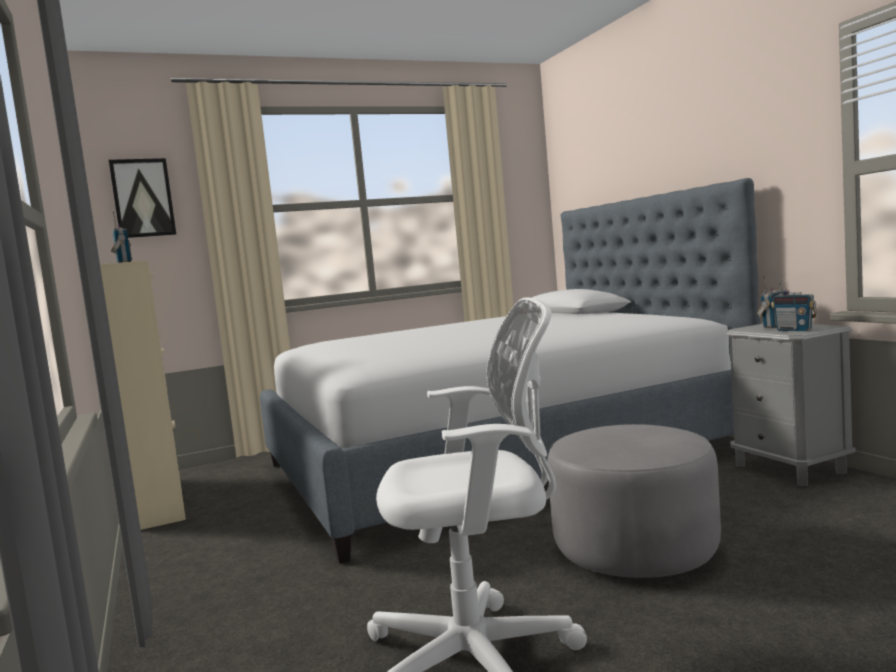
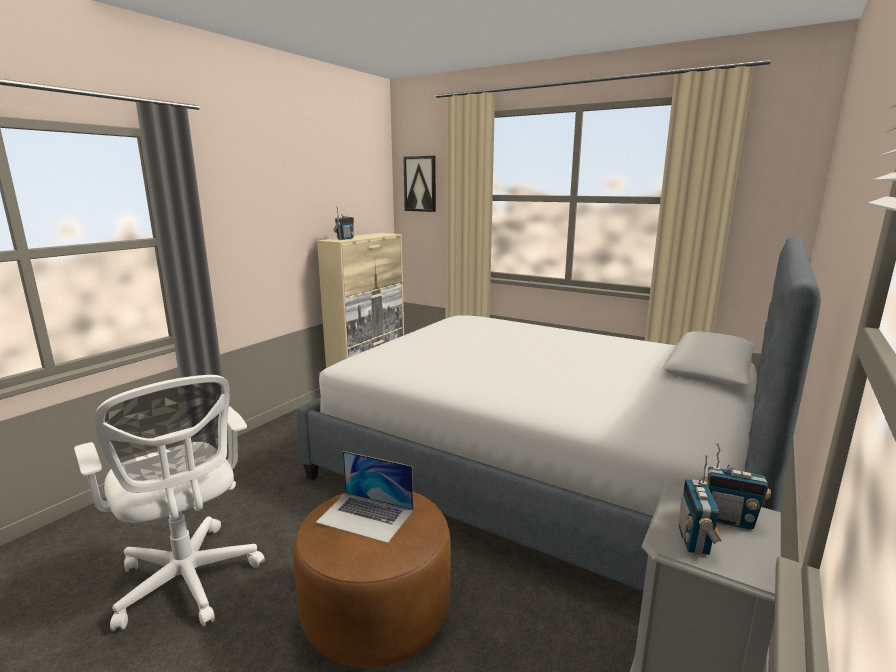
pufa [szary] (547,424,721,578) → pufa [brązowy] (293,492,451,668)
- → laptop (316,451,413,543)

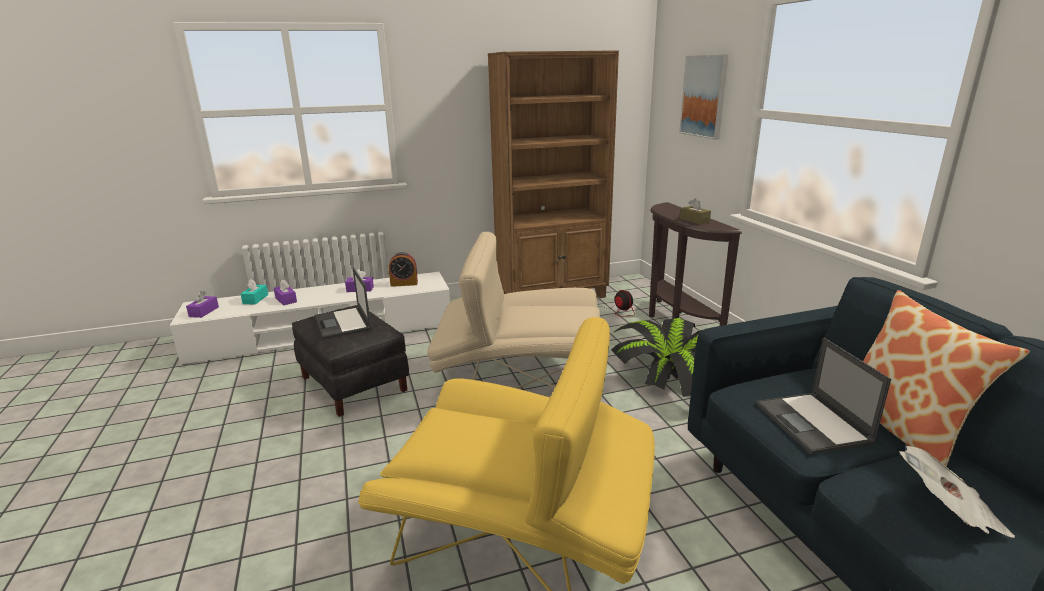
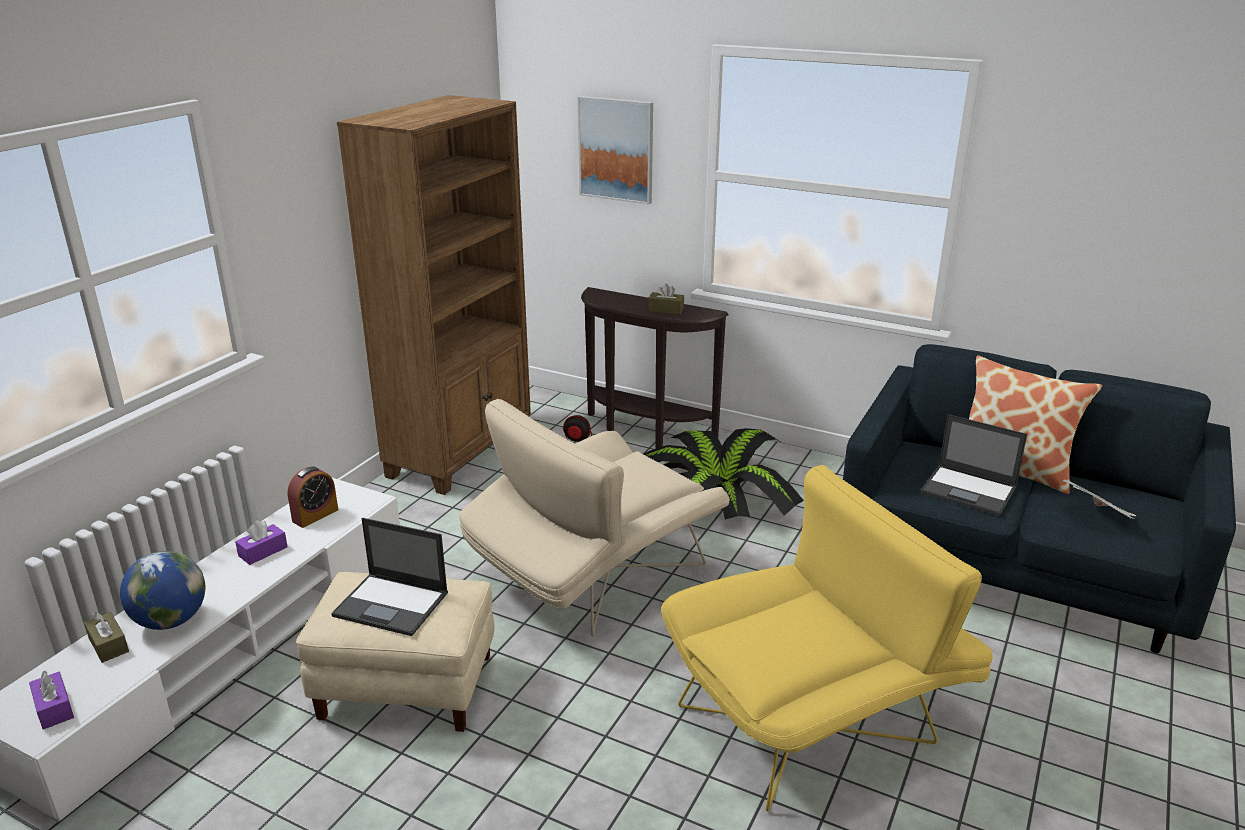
pudełko chusteczek [turkusowy] (241,279,268,304) → pudełko chusteczek [brązowy] (84,612,129,663)
pudełko chusteczek [fioletowy] (274,279,297,306) → globus (120,551,205,630)
pufa [czarny] (292,305,409,417) → pufa [beżowy] (296,572,494,732)

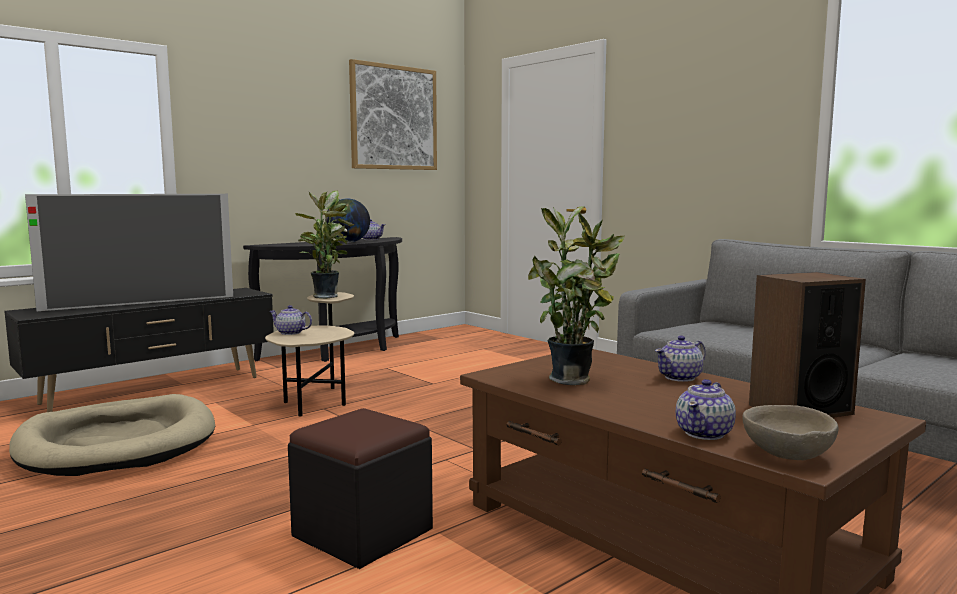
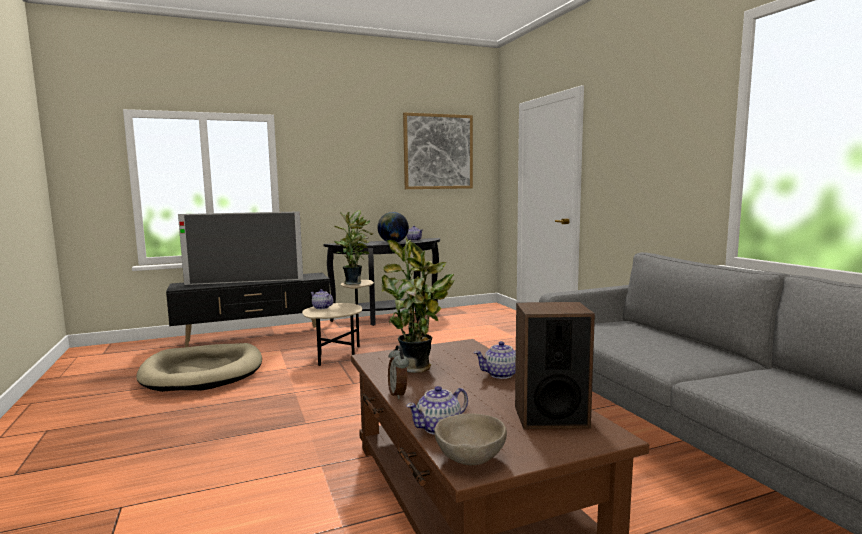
pufa [czarny] (288,408,433,569) → -
- → budzik (388,346,409,399)

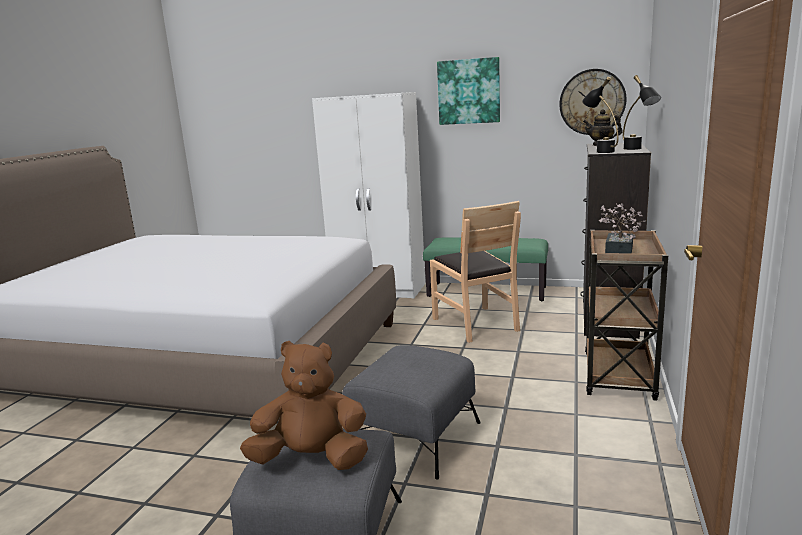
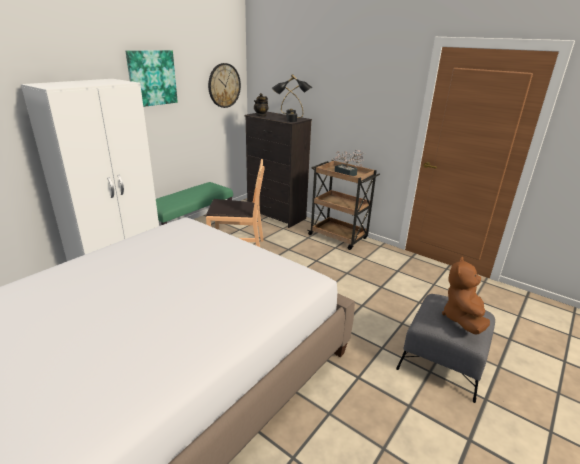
pufa [szary] (342,345,481,480) → -

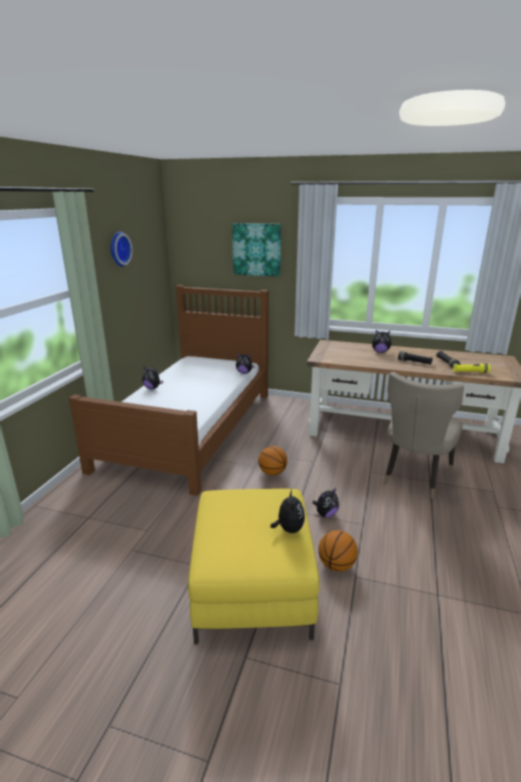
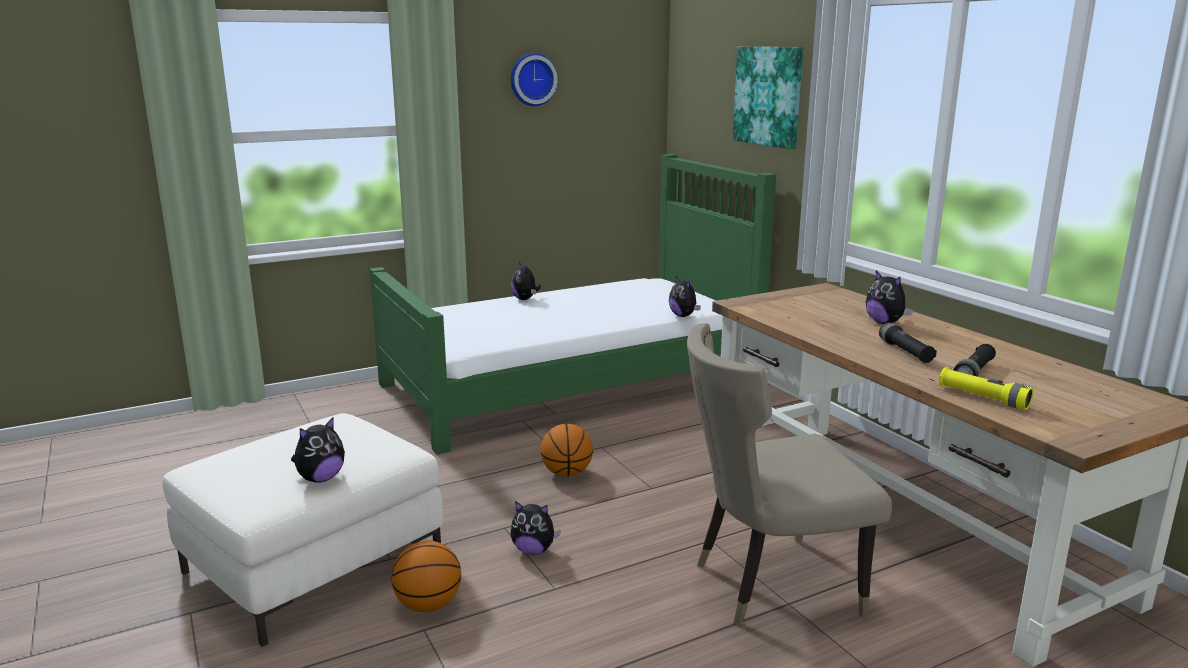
łóżko [brązowy] (69,285,269,496) → łóżko [zielony] (369,154,776,455)
pufa [żółty] (188,489,320,644) → pufa [biały] (163,413,443,647)

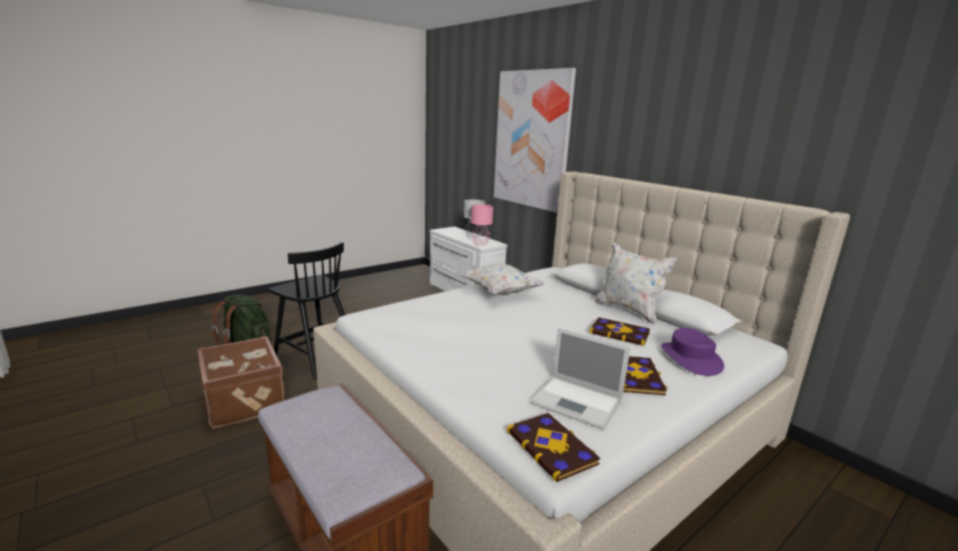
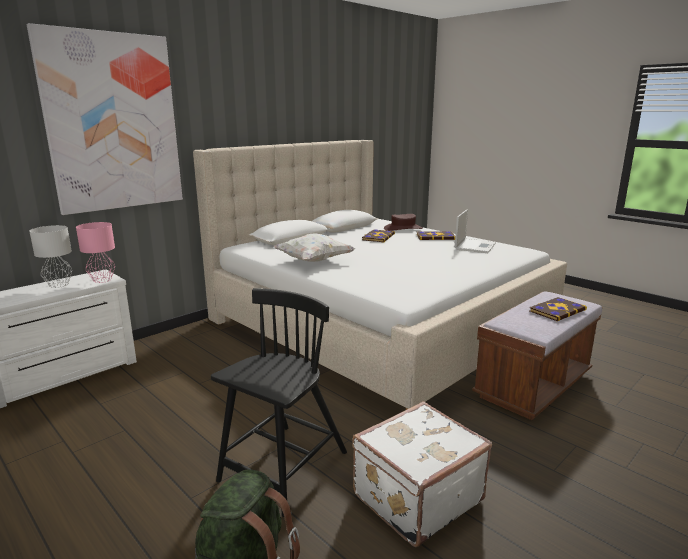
poduszka [biały] (594,243,677,325) → -
kapelusz [fioletowy] (661,328,724,376) → kapelusz [brązowy] (384,214,423,231)
walizka [brązowy] (198,336,285,428) → walizka [biały] (352,401,492,547)
książka (507,413,600,482) → książka (529,297,587,321), shifted

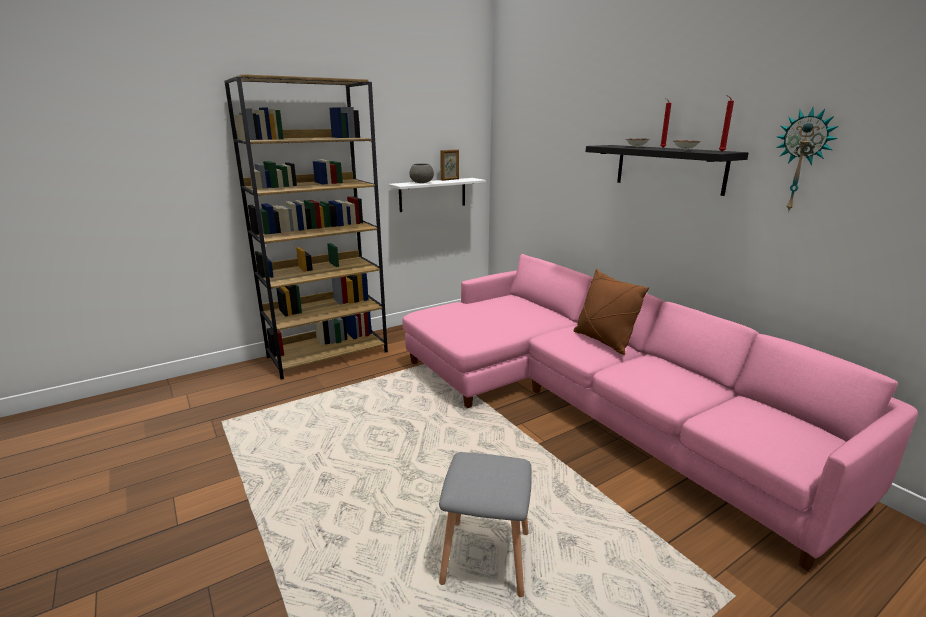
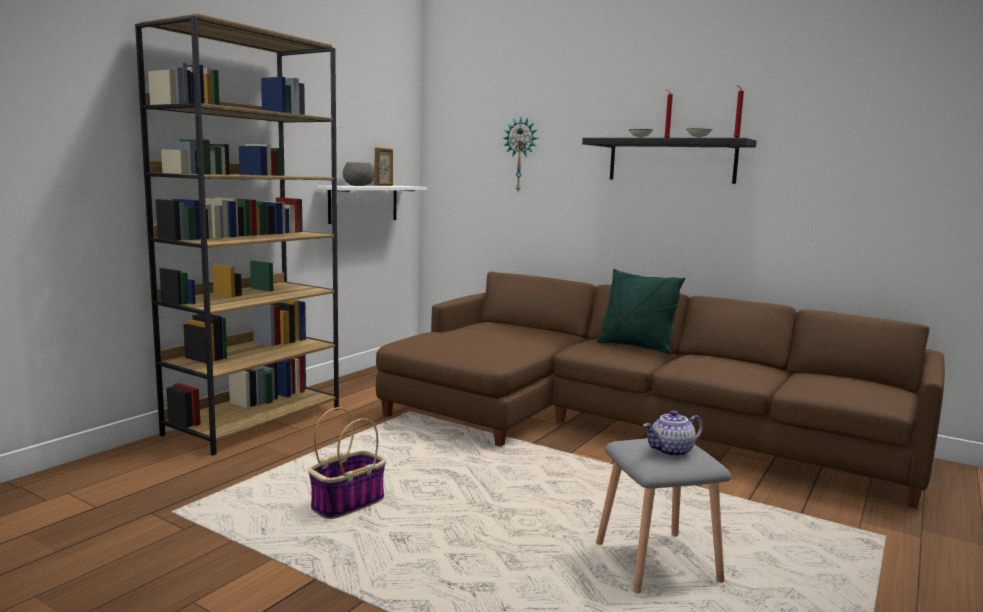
zegar ścienny (776,107,839,213) → zegar ścienny (503,117,538,191), shifted
kanapa [różowy] (403,254,918,571) → kanapa [brązowy] (376,271,945,509)
poduszka [brązowy] (574,269,649,355) → poduszka [zielony] (597,269,685,354)
- → koszyk (308,407,386,519)
- → imbryk (643,410,703,457)

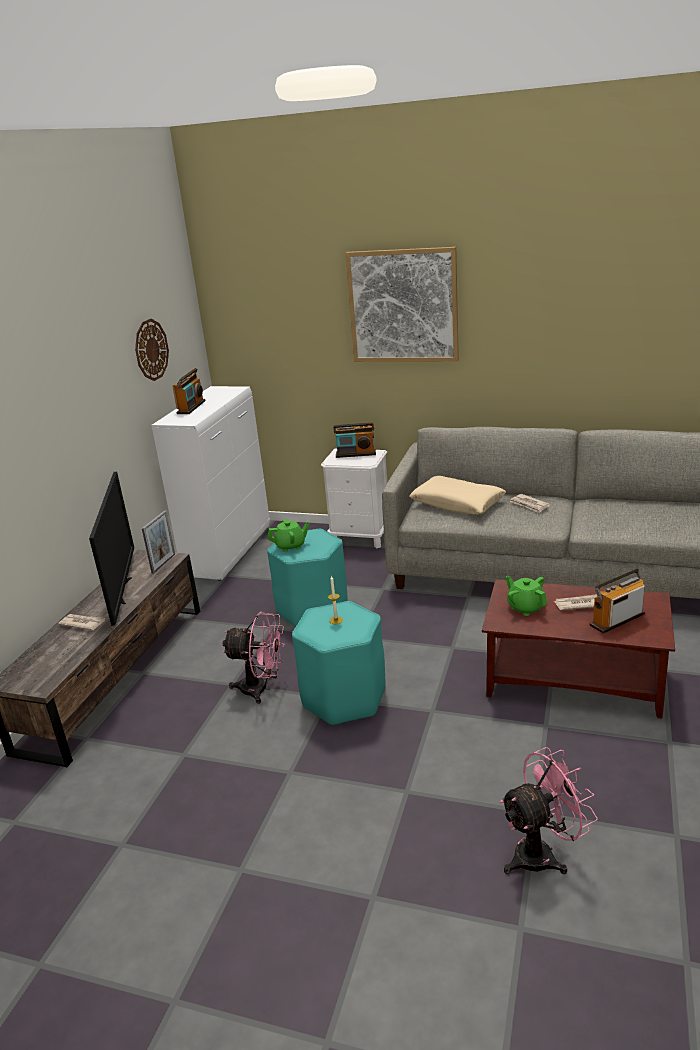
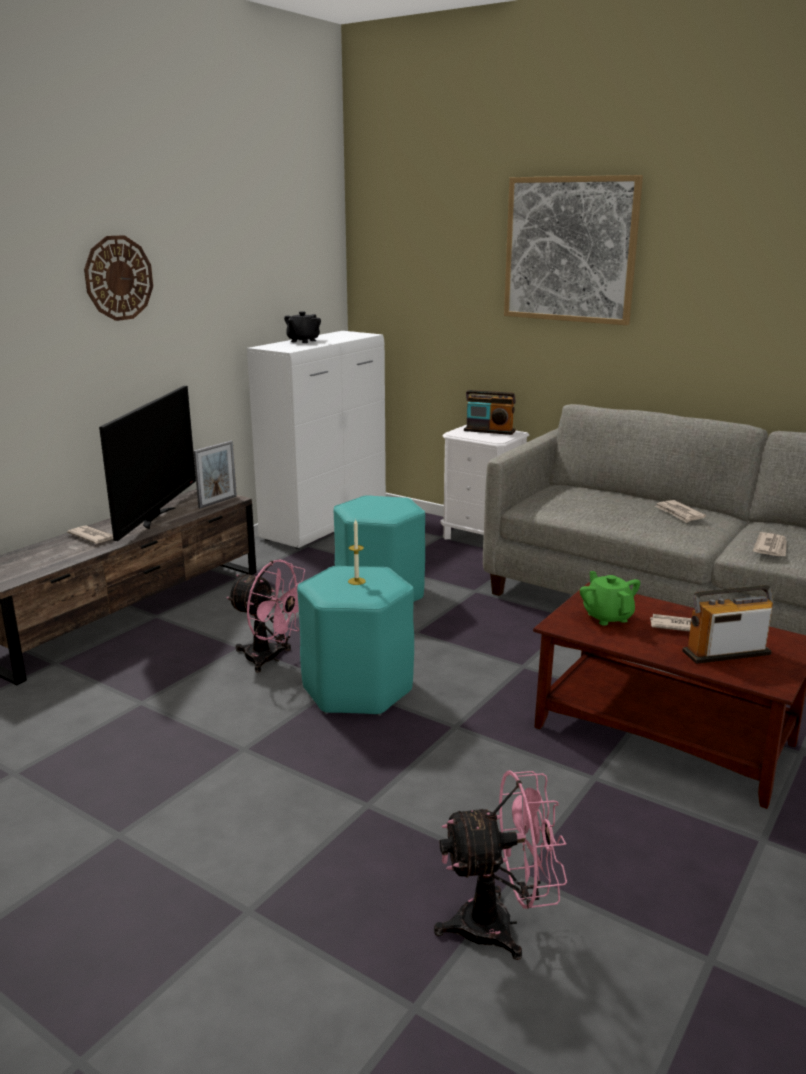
zegar ścienny (135,319,169,381) → zegar ścienny (84,235,153,321), shifted
radio (172,368,205,414) → imbryk [czarny] (284,311,321,343)
poduszka [beżowy] (409,476,506,515) → -
imbryk [zielony] (268,519,310,552) → -
- → gazeta (753,532,786,556)

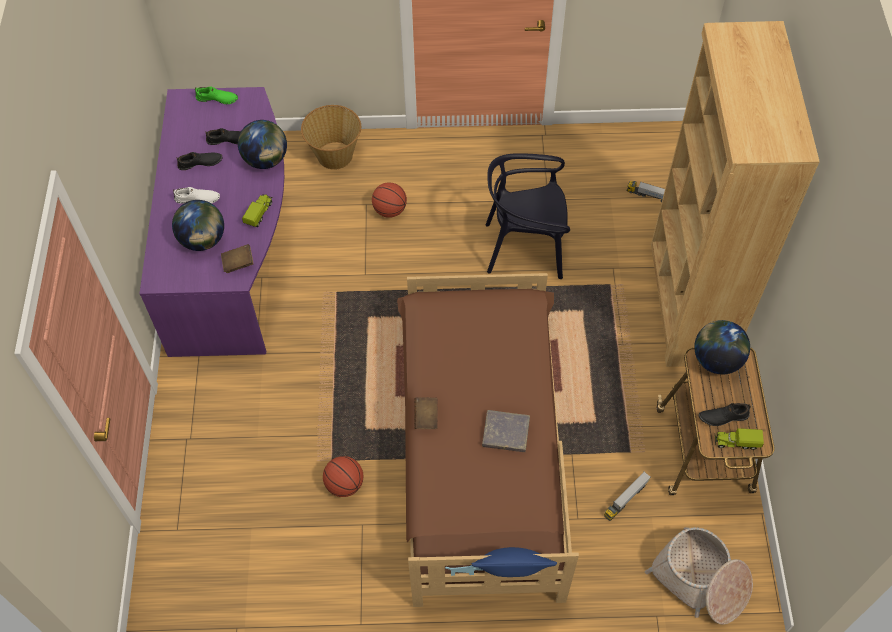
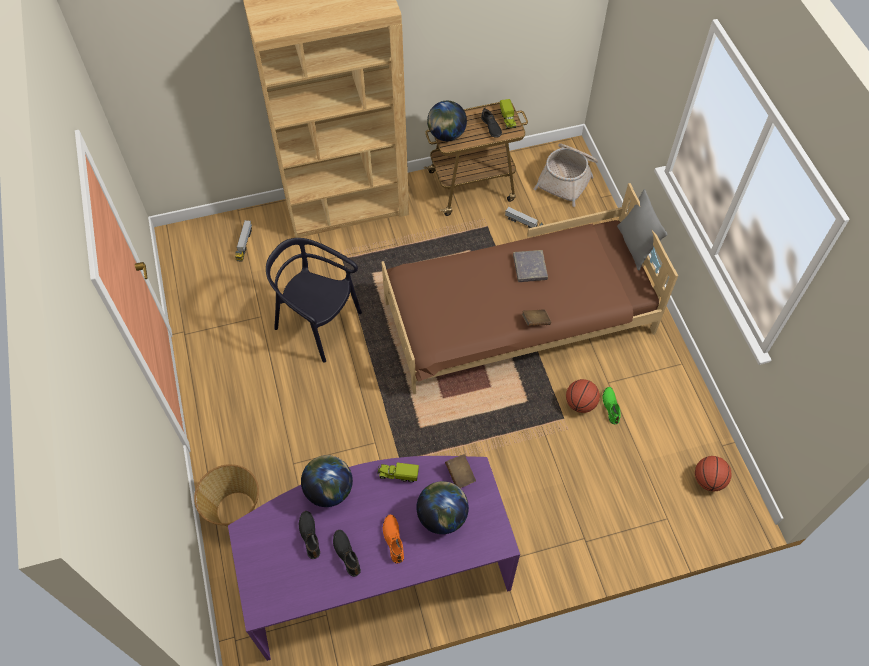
but [zielony] (195,86,238,104) → but [zielony] (603,387,621,424), shifted
krzesło [czarny] (486,153,570,279) → krzesło [czarny] (266,238,362,363), 135 degrees clockwise
piłka do koszykówki (372,182,407,218) → piłka do koszykówki (695,456,732,491), shifted
but [biały] (173,187,220,203) → but [pomarańczowy] (383,514,404,564)
poduszka [niebieski] (472,547,557,577) → poduszka [szary] (617,189,667,271)

